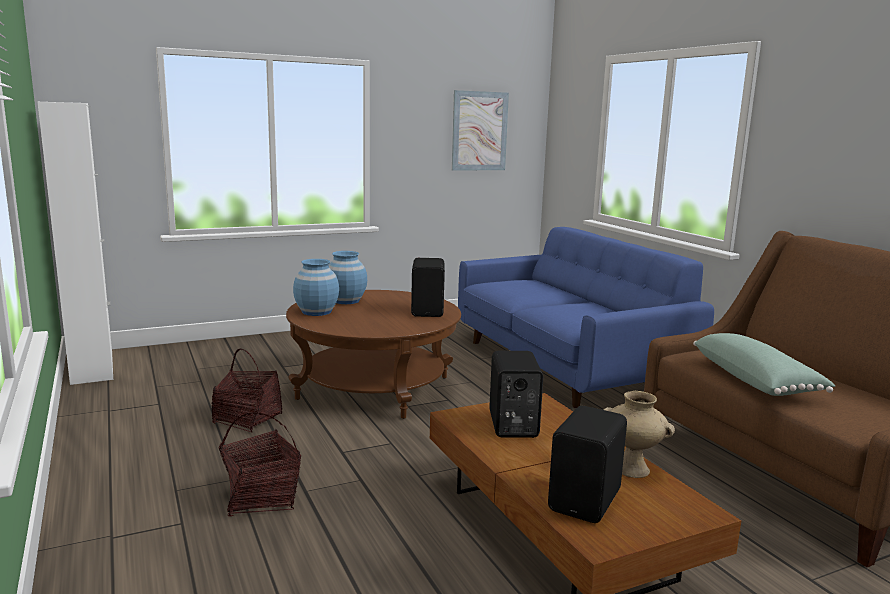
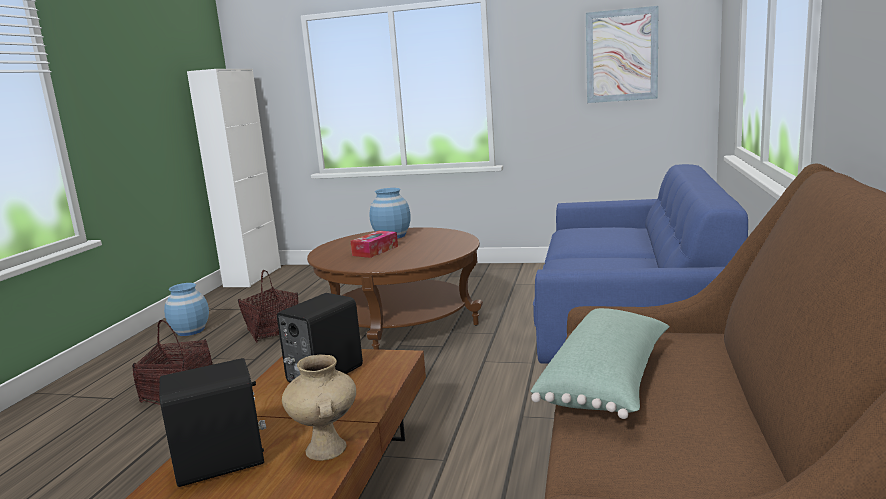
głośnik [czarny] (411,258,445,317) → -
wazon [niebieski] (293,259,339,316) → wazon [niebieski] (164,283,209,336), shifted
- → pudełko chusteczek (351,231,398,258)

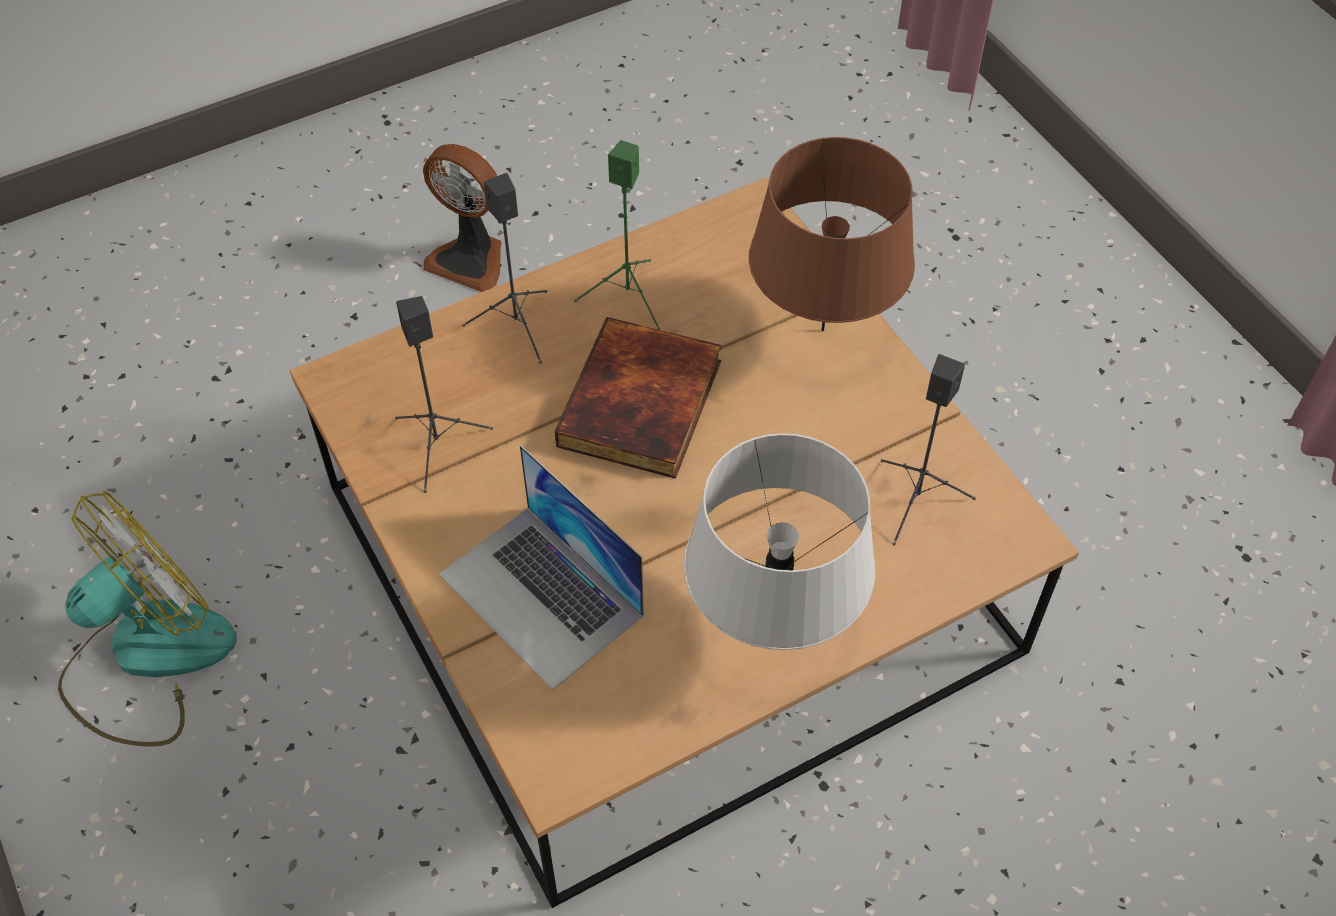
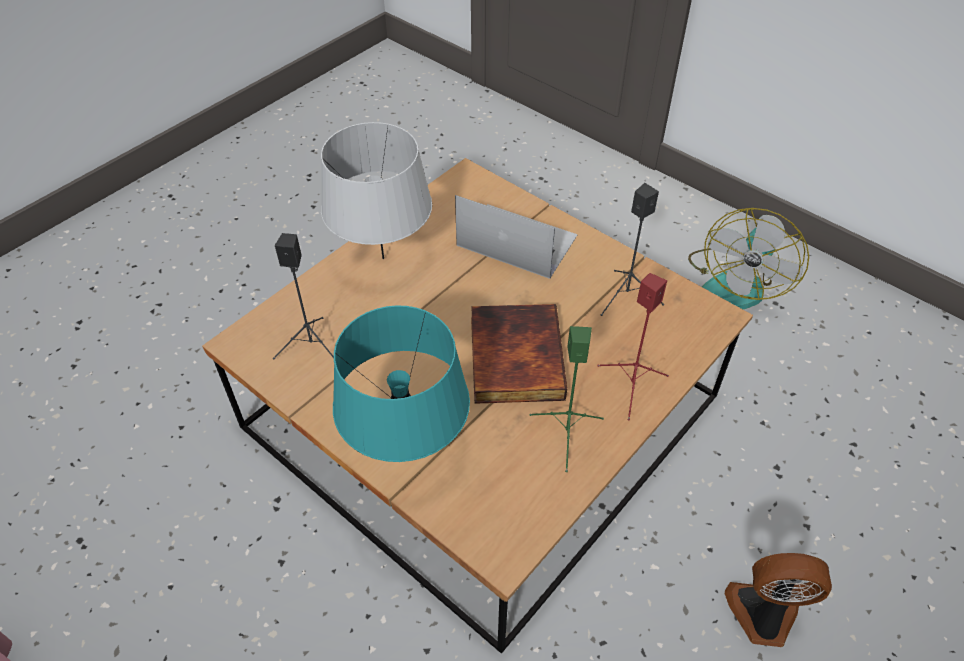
lampa stołowa [brązowy] (749,137,915,331) → lampa stołowa [turkusowy] (333,305,470,462)
głośnik [czarny] (462,173,547,364) → głośnik [czerwony] (597,273,669,421)

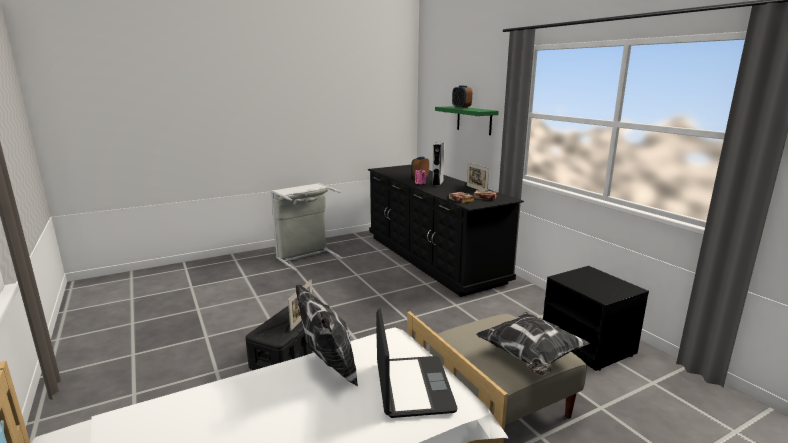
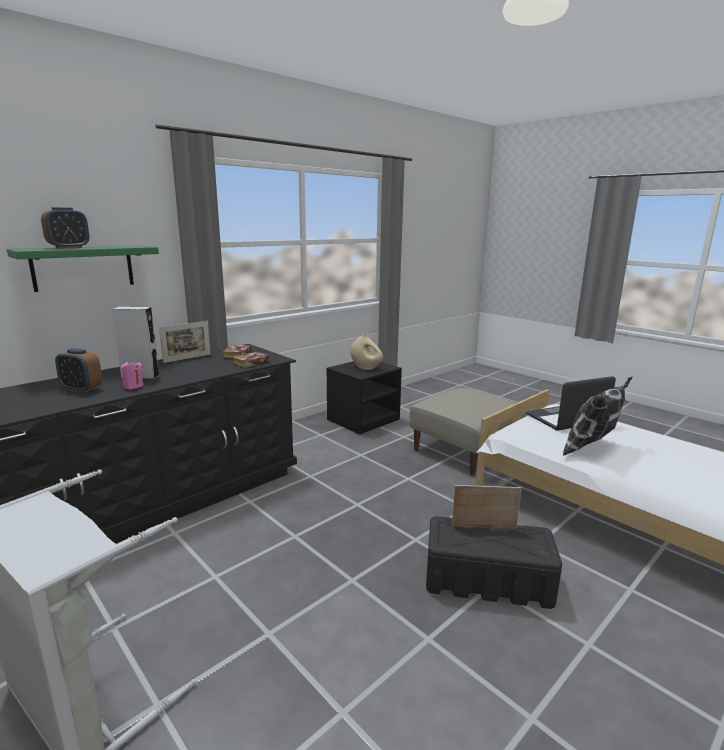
poduszka (476,312,590,375) → -
- → wazon [beżowy] (350,333,383,370)

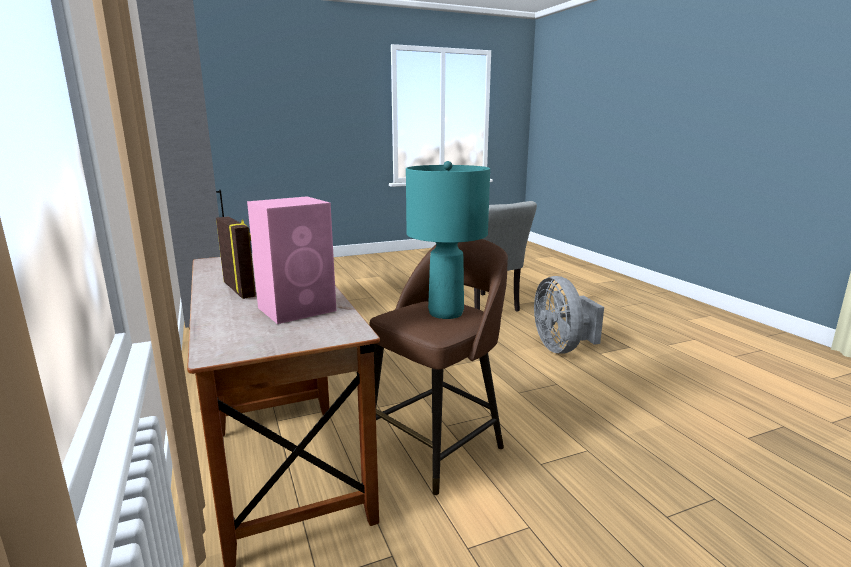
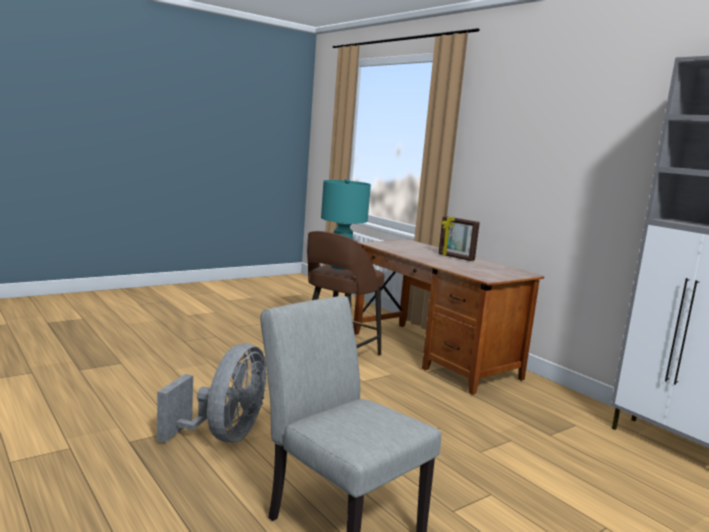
głośnik [różowy] (247,196,336,324) → -
wentylator [szary] (534,276,604,354) → wentylator [szary] (157,343,266,443), 45 degrees clockwise

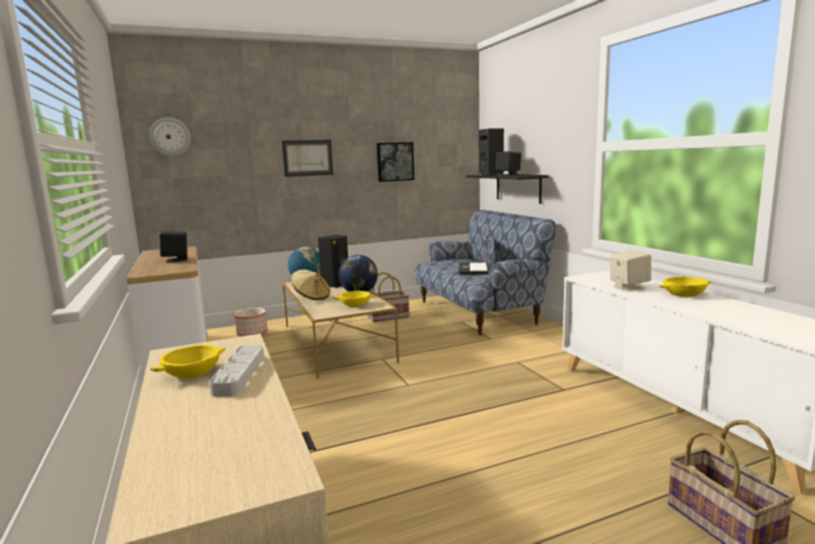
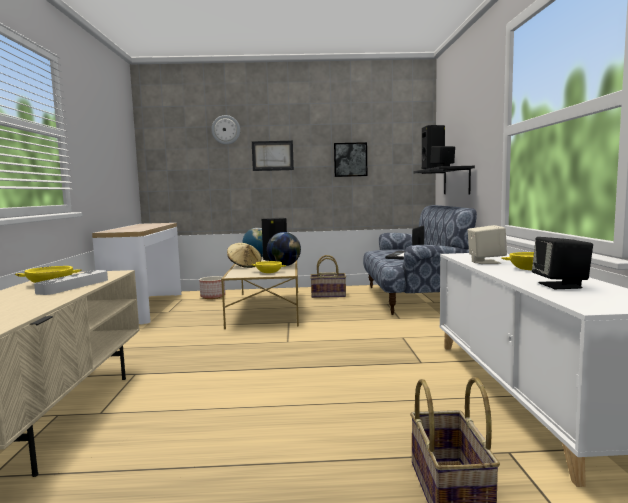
zegar ścienny (149,117,191,156) → zegar ścienny (211,115,240,145), shifted
głośnik [czarny] (159,231,187,263) → głośnik [czarny] (532,237,593,289), shifted

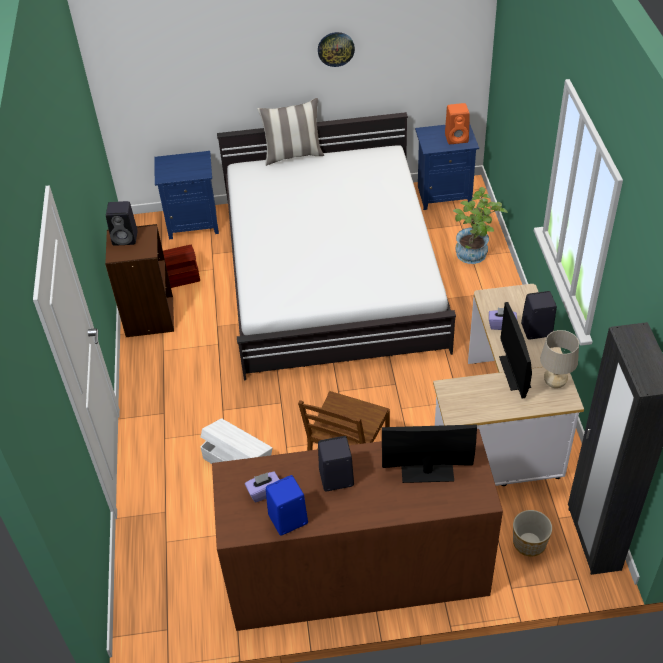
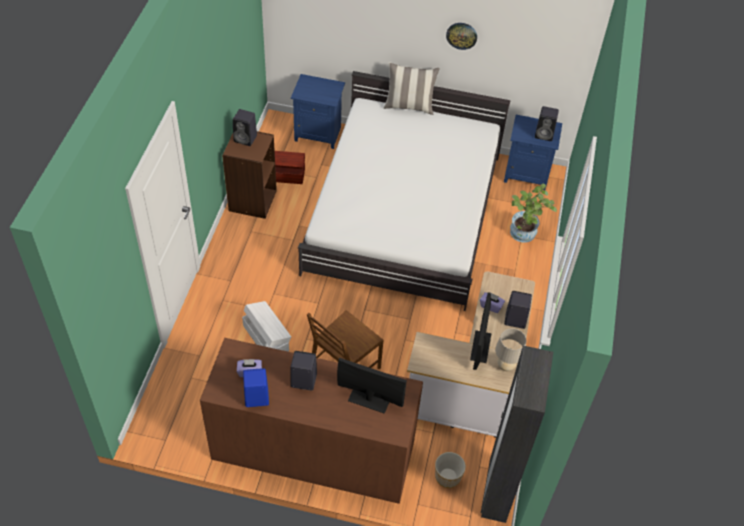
głośnik [pomarańczowy] (445,103,470,144) → głośnik [czarny] (535,106,559,141)

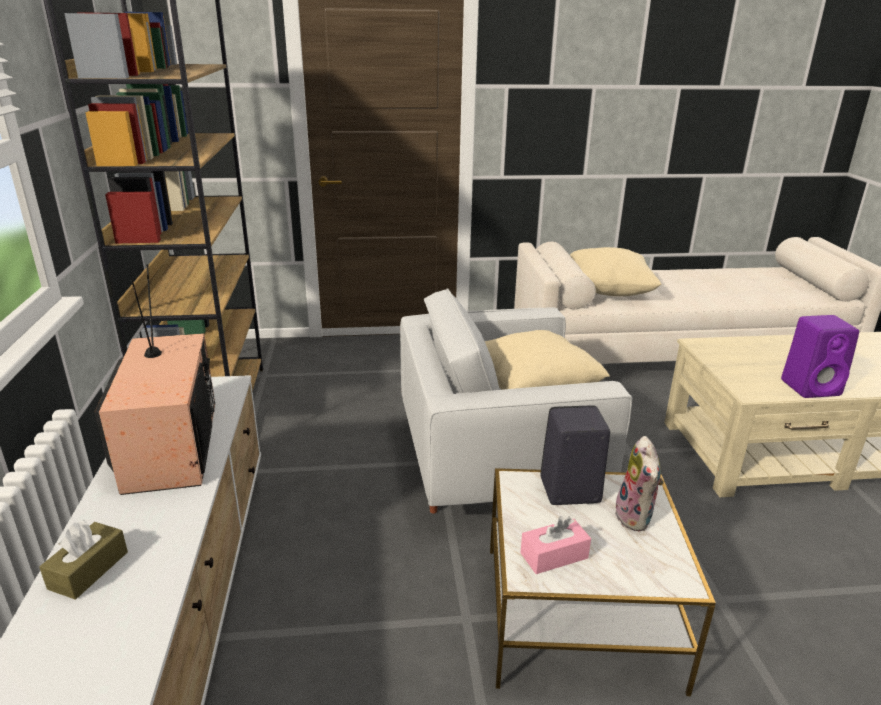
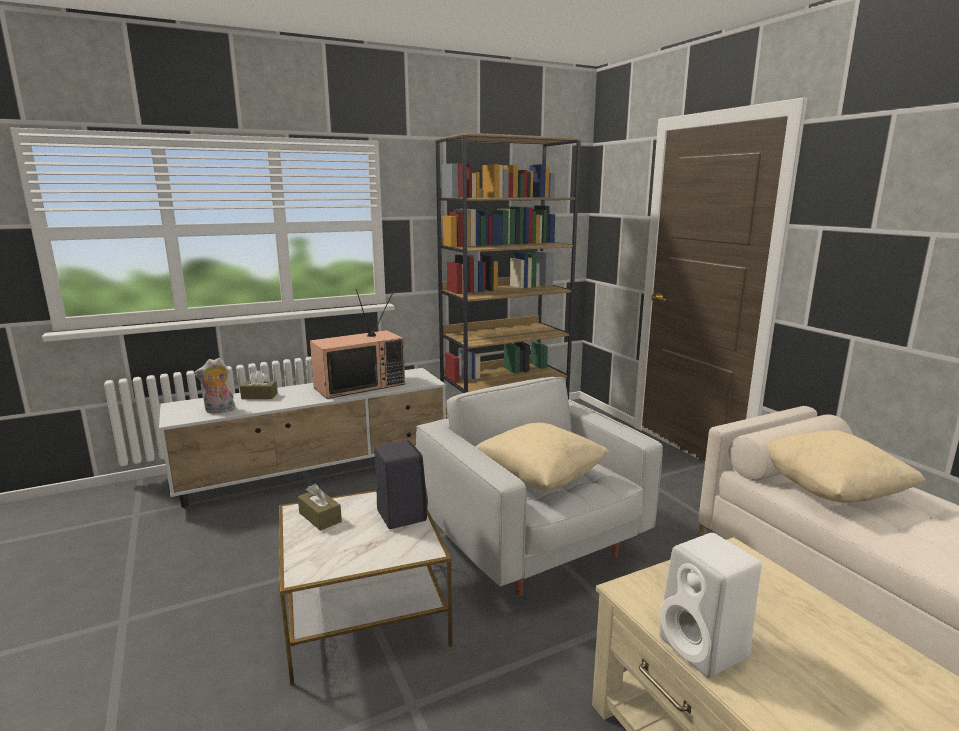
głośnik [fioletowy] (781,315,859,398) → głośnik [biały] (659,533,762,678)
pluszak (615,436,664,531) → pluszak (194,358,235,414), shifted
pudełko chusteczek [różowy] (520,516,591,574) → pudełko chusteczek [brązowy] (298,484,342,531)

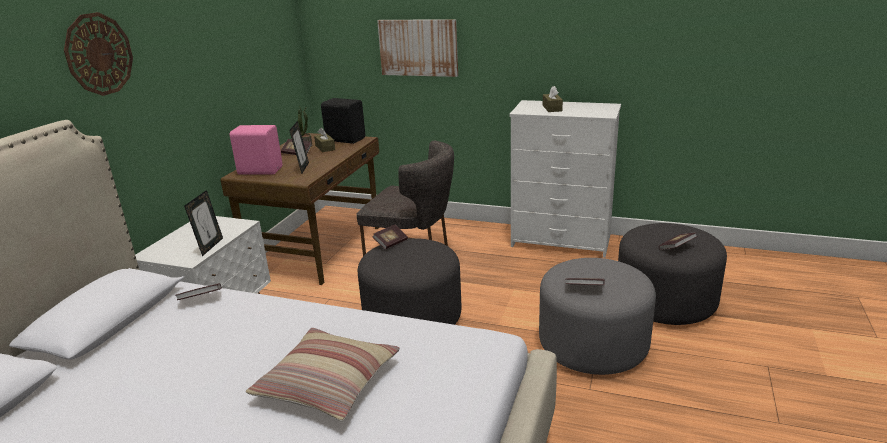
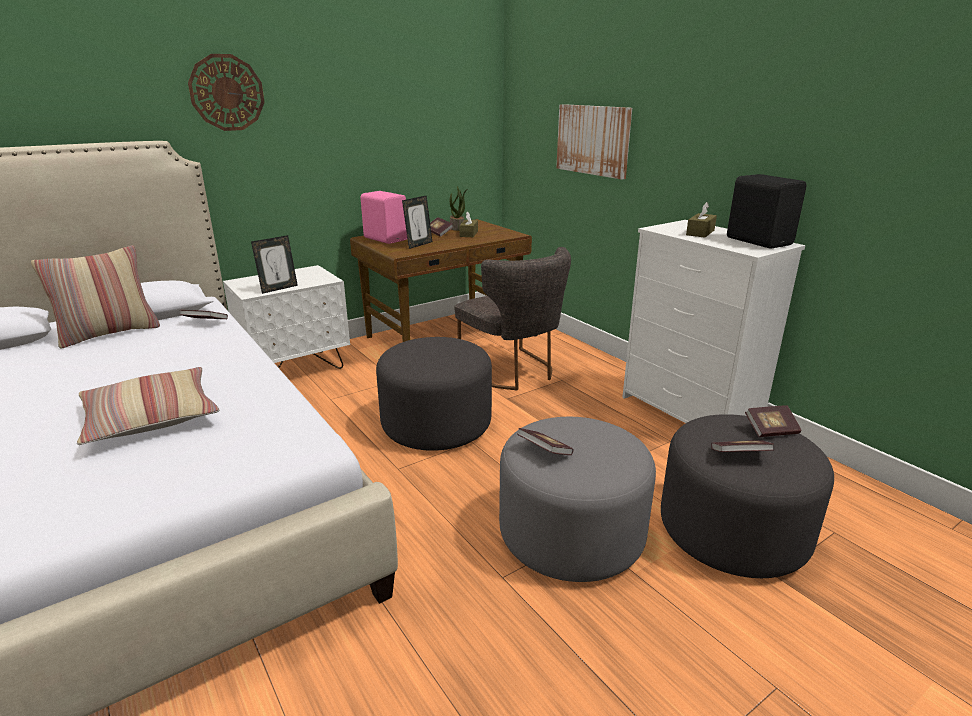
głośnik [czarny] (321,98,365,144) → głośnik [czarny] (727,174,807,249), shifted
książka (372,225,408,249) → książka (745,405,801,437), shifted
- → poduszka (31,246,160,349)

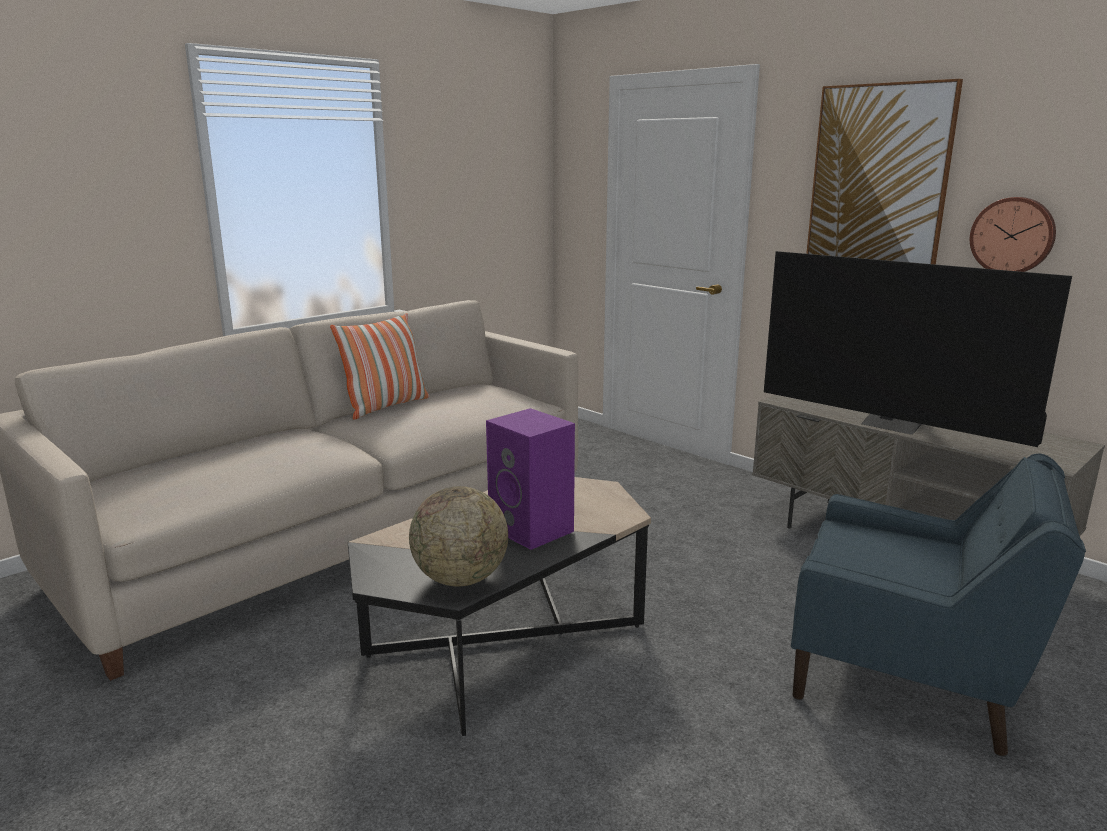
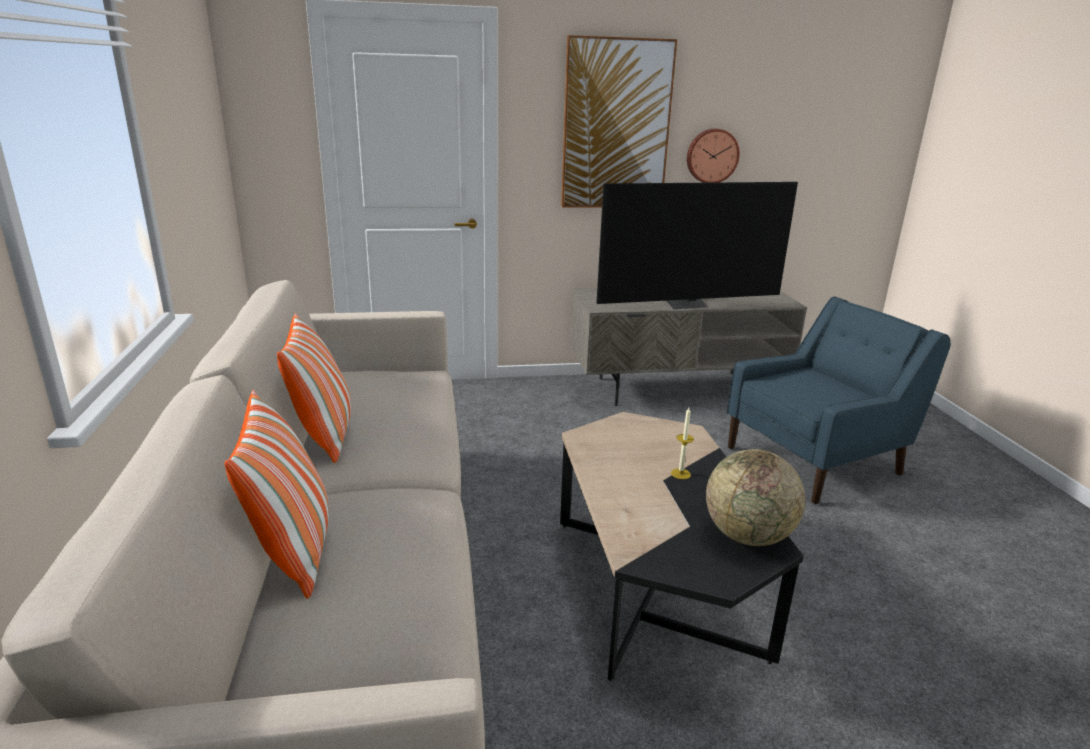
głośnik [fioletowy] (486,408,575,550) → świeca (671,408,694,479)
- → poduszka (224,390,329,598)

